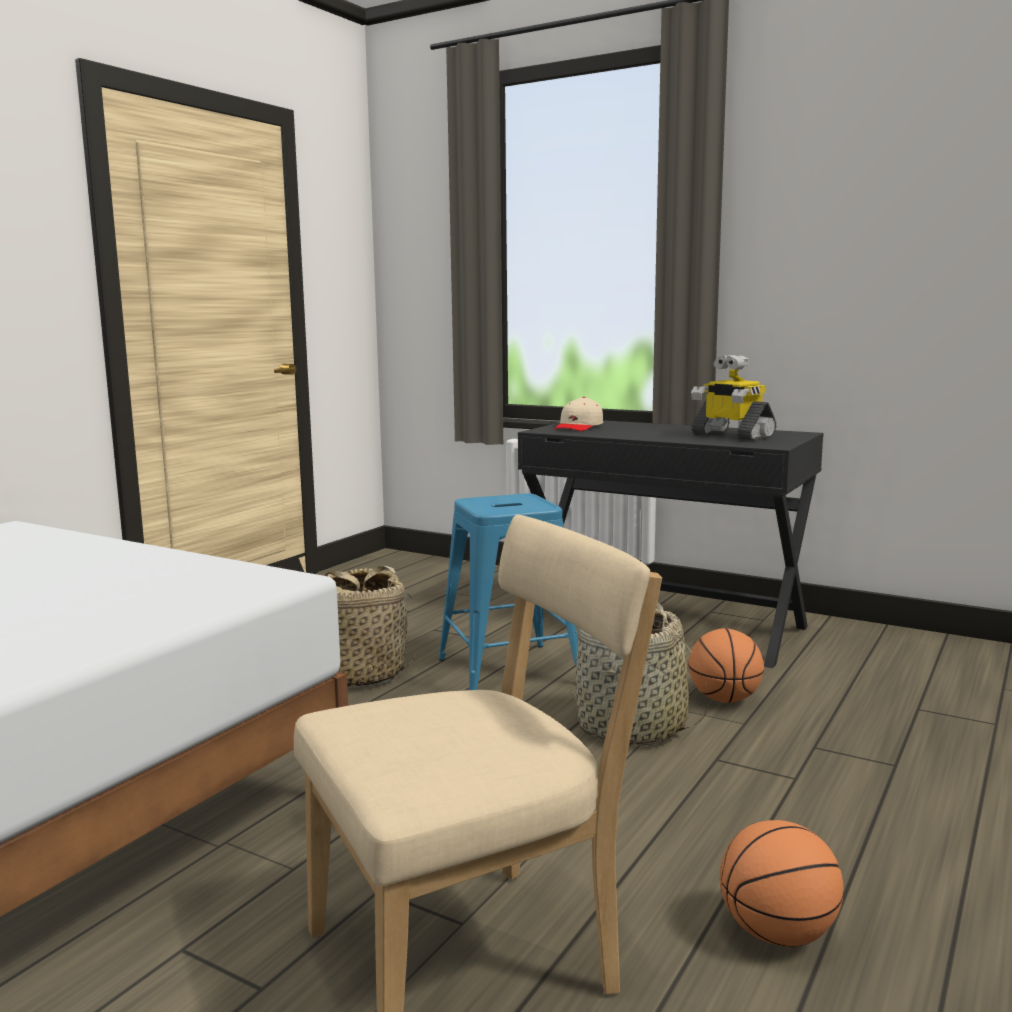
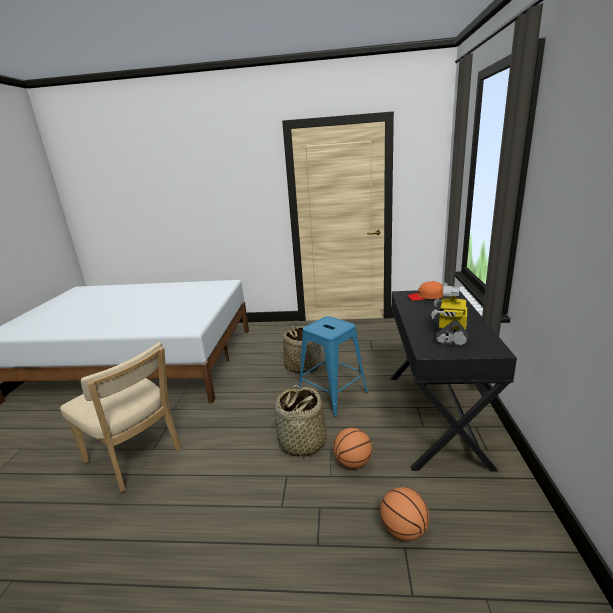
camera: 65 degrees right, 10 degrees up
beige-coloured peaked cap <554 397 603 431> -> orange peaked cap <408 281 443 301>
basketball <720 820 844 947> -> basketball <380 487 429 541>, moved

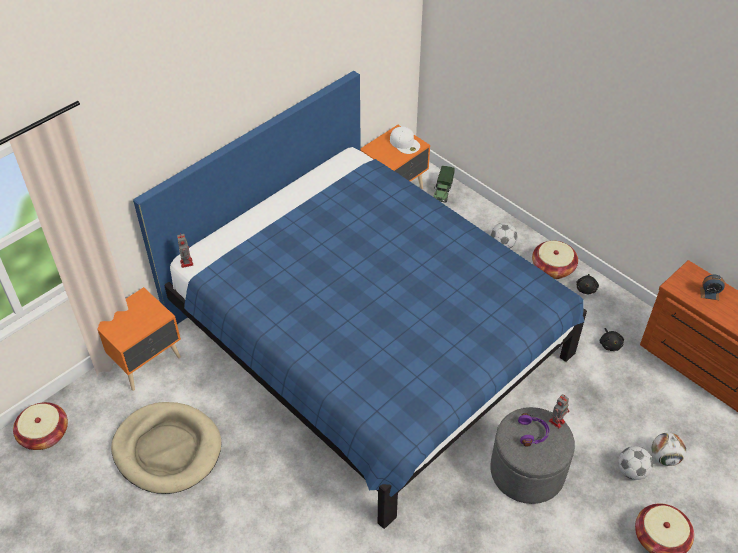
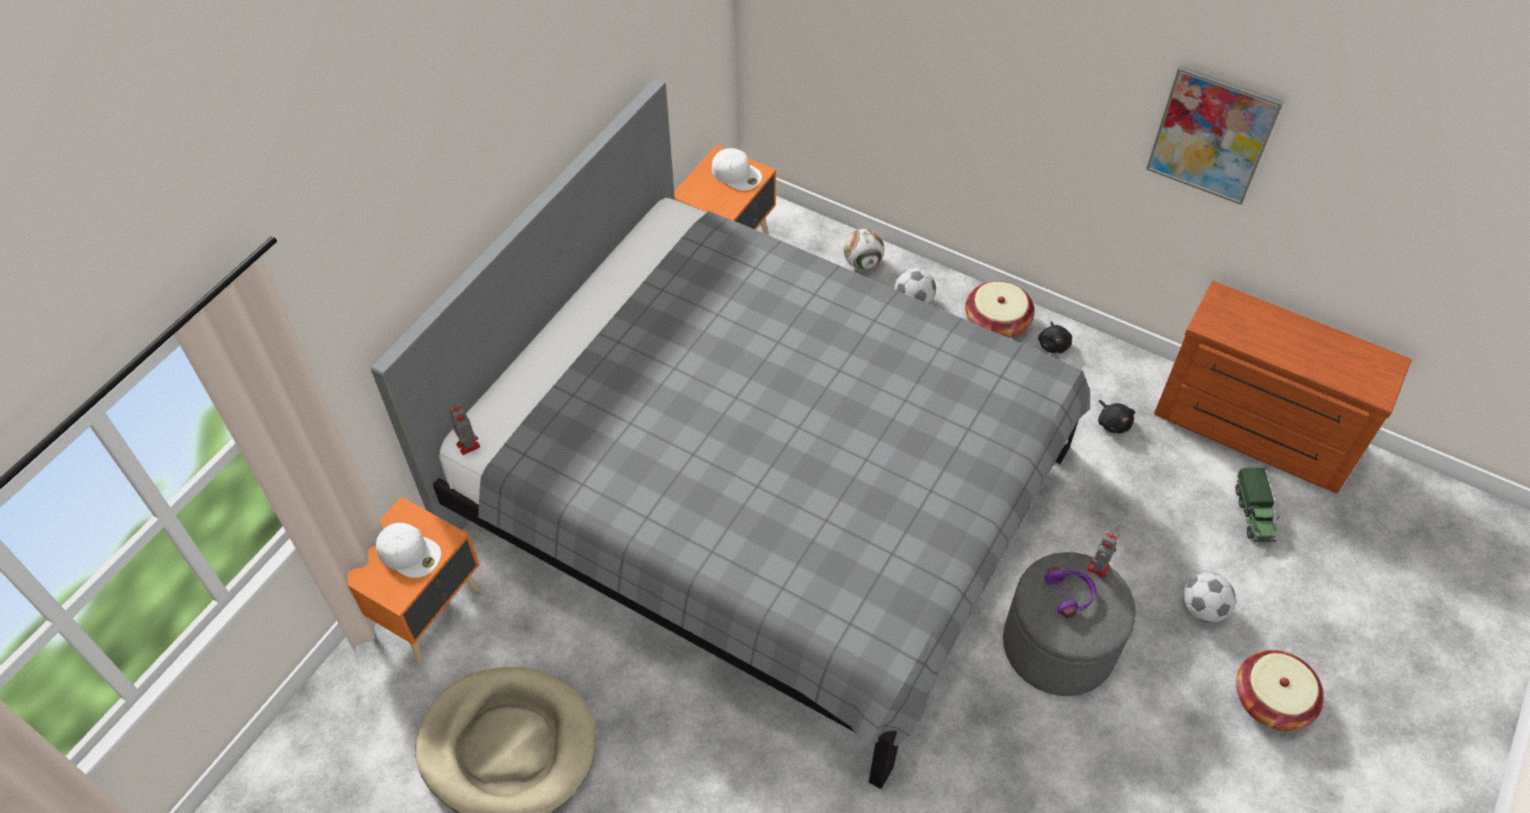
camera: 15 degrees left, 5 degrees up
blue-coloured sleeping bed <133 71 587 529> -> greyish sleeping bed <371 79 1090 789>
toy lorry <434 166 455 203> -> toy lorry <1236 468 1279 542>, moved
bedside clock <700 275 725 300> -> none
basket <13 402 68 450> -> none
football ball <652 432 686 466> -> football ball <844 229 884 270>, moved
none -> wall picture <1146 65 1284 205>
none -> whitish peaked cap <376 523 441 578>

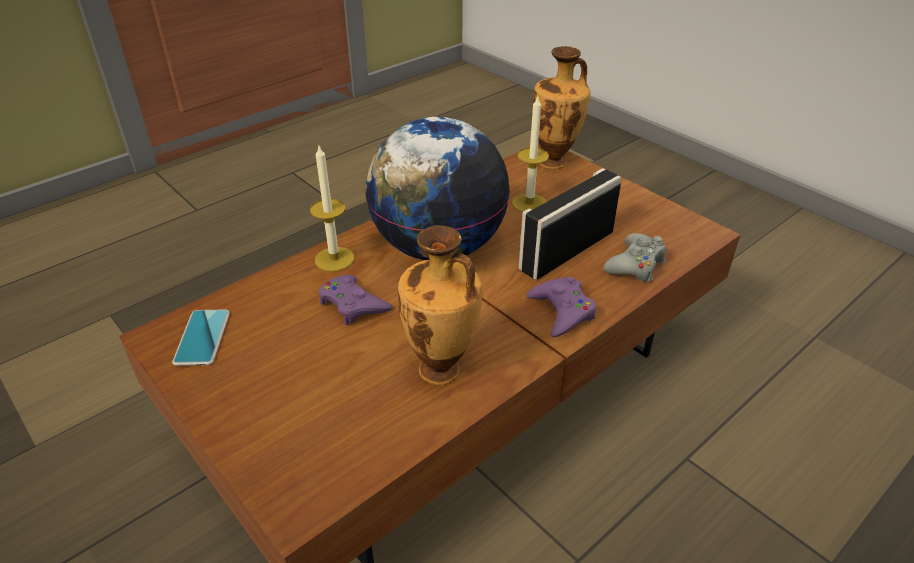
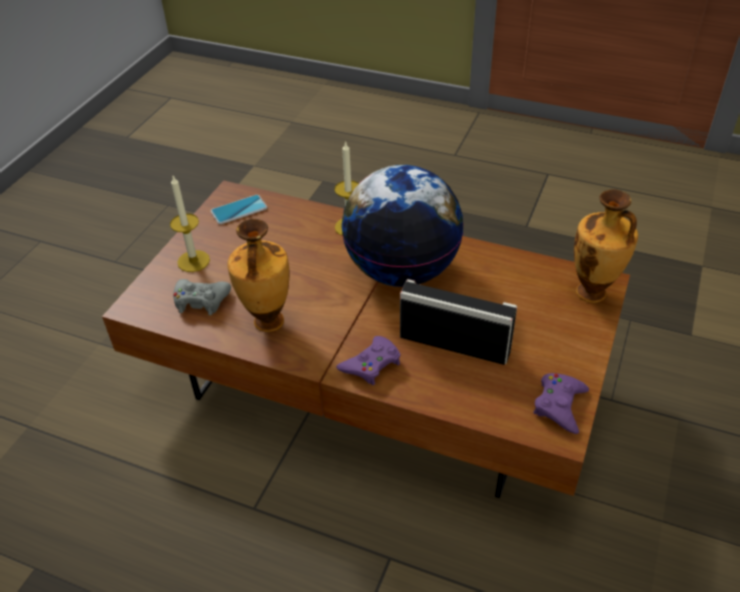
camera: 65 degrees right, 5 degrees up
candle <512 97 549 212> -> candle <170 176 210 272>, moved
greyish gamepad <603 233 667 282> -> greyish gamepad <173 279 231 315>, moved
purple-coloured gamepad <319 275 393 325> -> purple-coloured gamepad <533 373 589 434>, moved

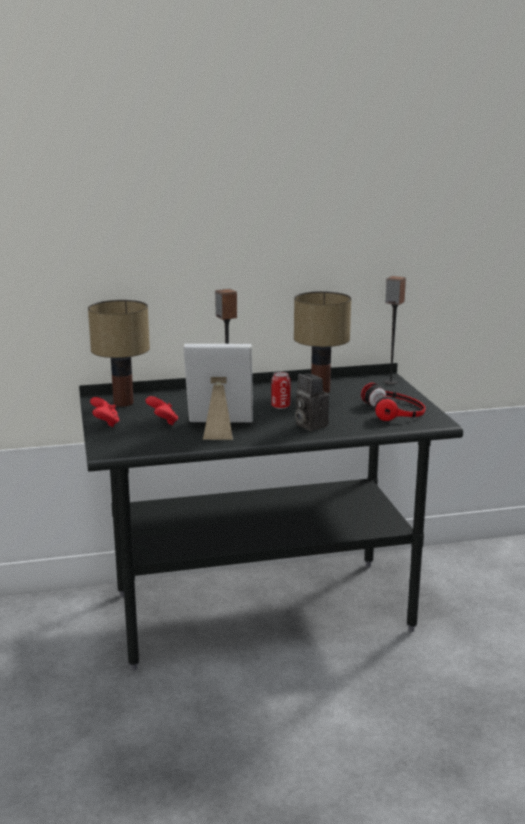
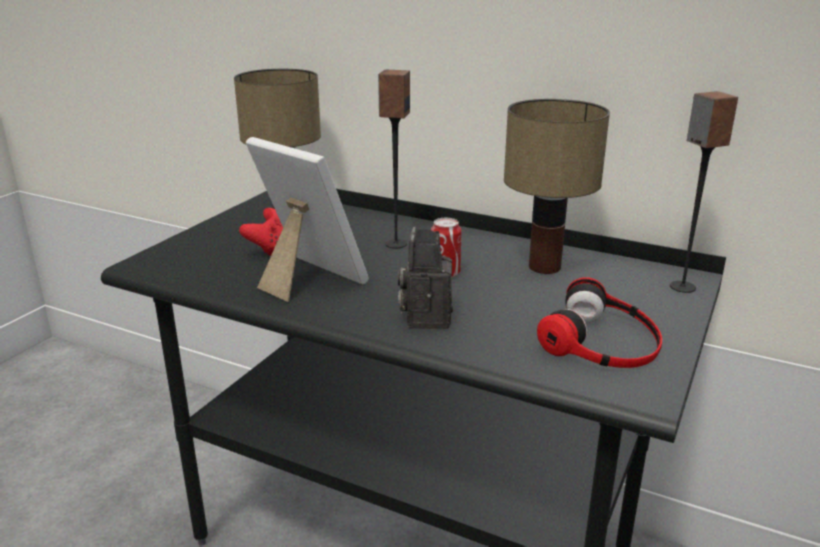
camera: 40 degrees right, 5 degrees up
red gamepad <90 397 119 427> -> none

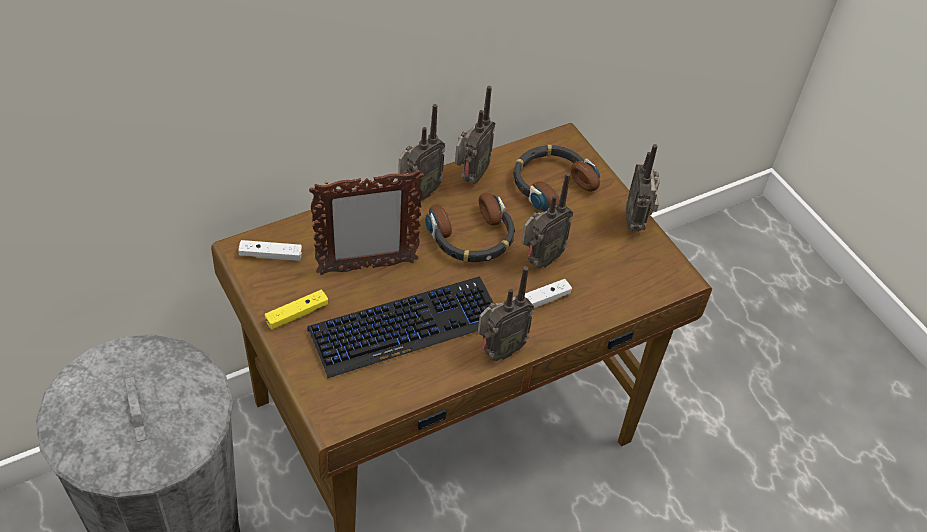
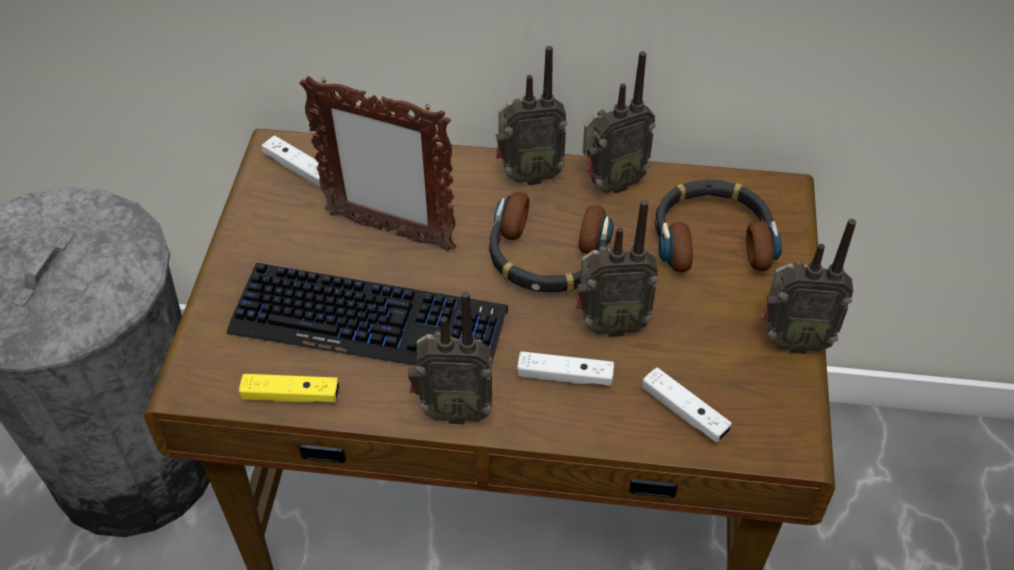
camera: 40 degrees right, 0 degrees up
radio set <626 144 660 231> -> radio set <762 219 856 354>, 120 degrees counterclockwise
yellow-coloured gamepad <265 290 328 329> -> yellow-coloured gamepad <239 374 339 402>, moved
none -> whitish gamepad <642 367 732 442>

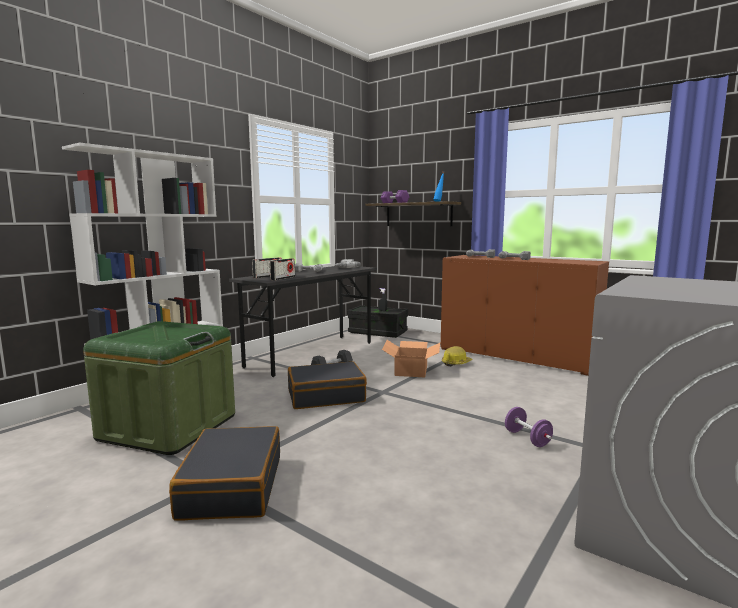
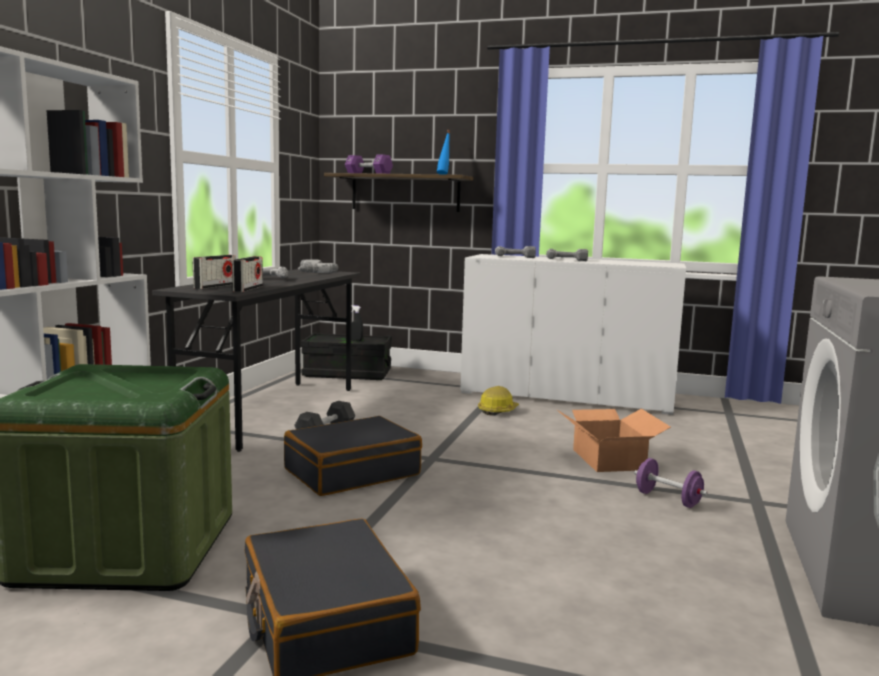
camera: 20 degrees left, 0 degrees up
brown-coloured cupboard <441 255 609 376> -> whitish cupboard <460 254 686 415>
packing box <382 340 440 377> -> packing box <556 409 671 472>, moved

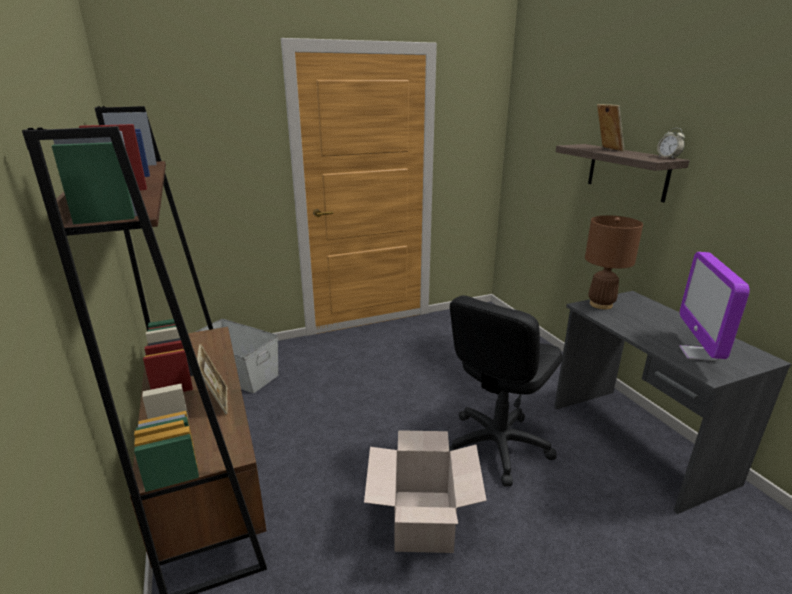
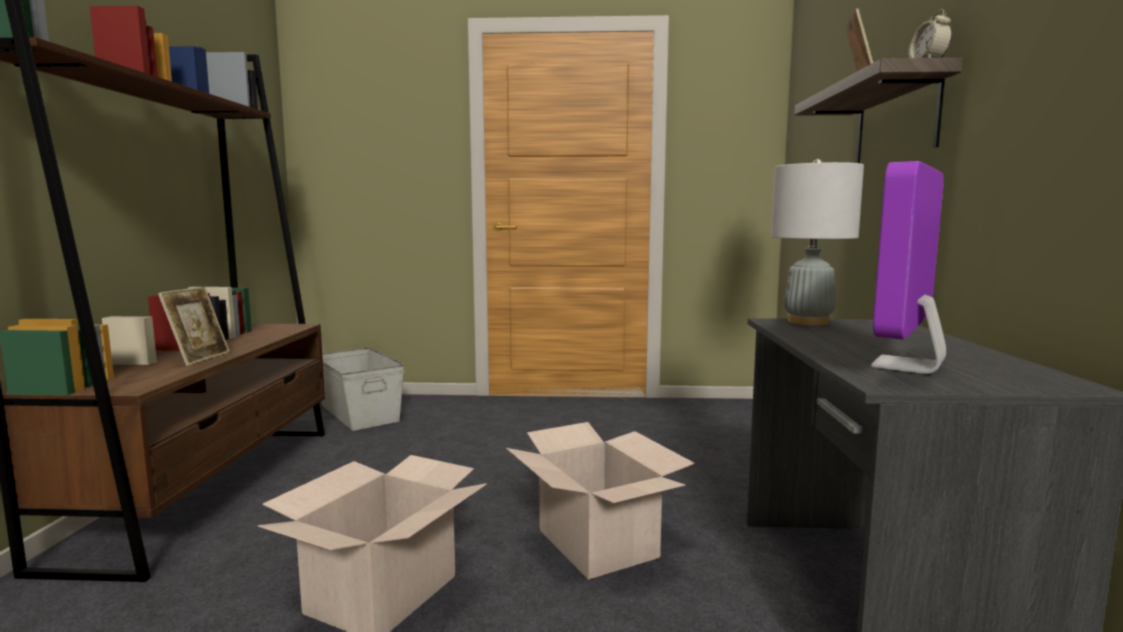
camera: 25 degrees right, 15 degrees down
brown-coloured table lamp <585 215 643 309> -> greyish table lamp <771 159 864 326>
black office chair <449 295 562 486> -> packing box <506 422 695 580>

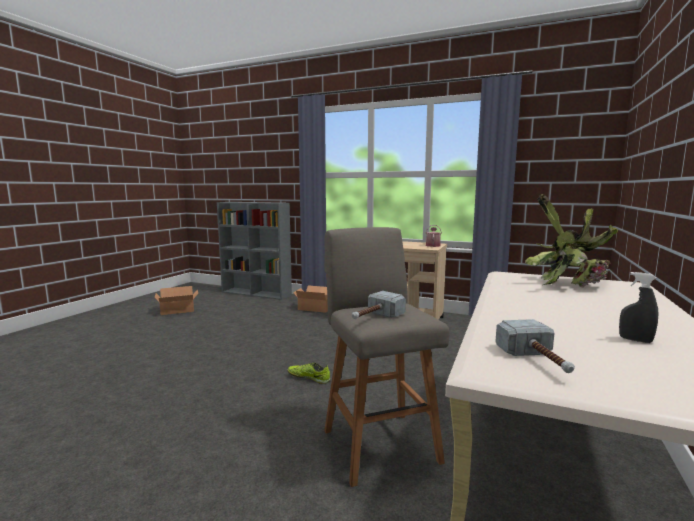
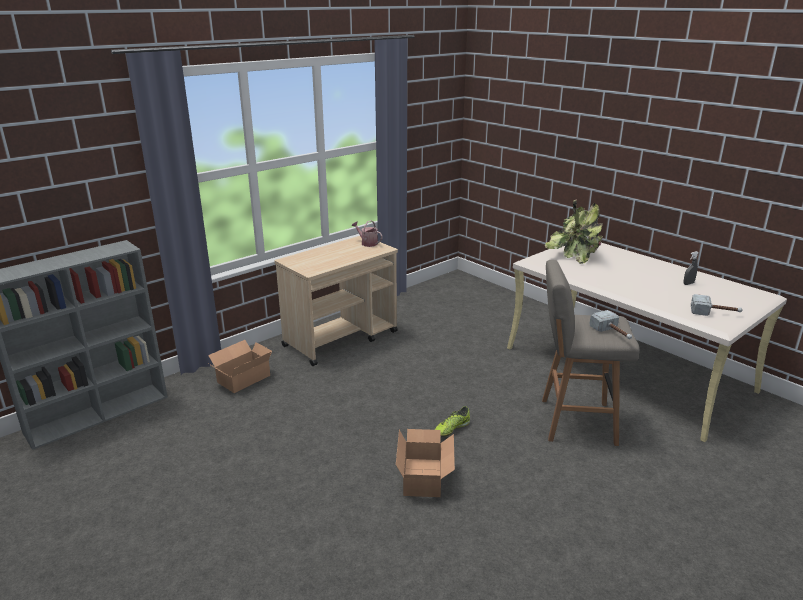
camera: 65 degrees left, 15 degrees up
packing box <155 286 198 315> -> packing box <396 429 455 497>, moved

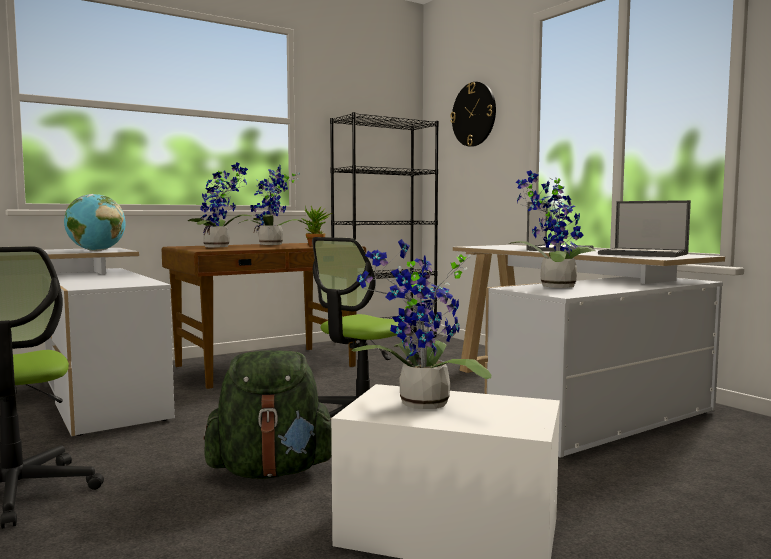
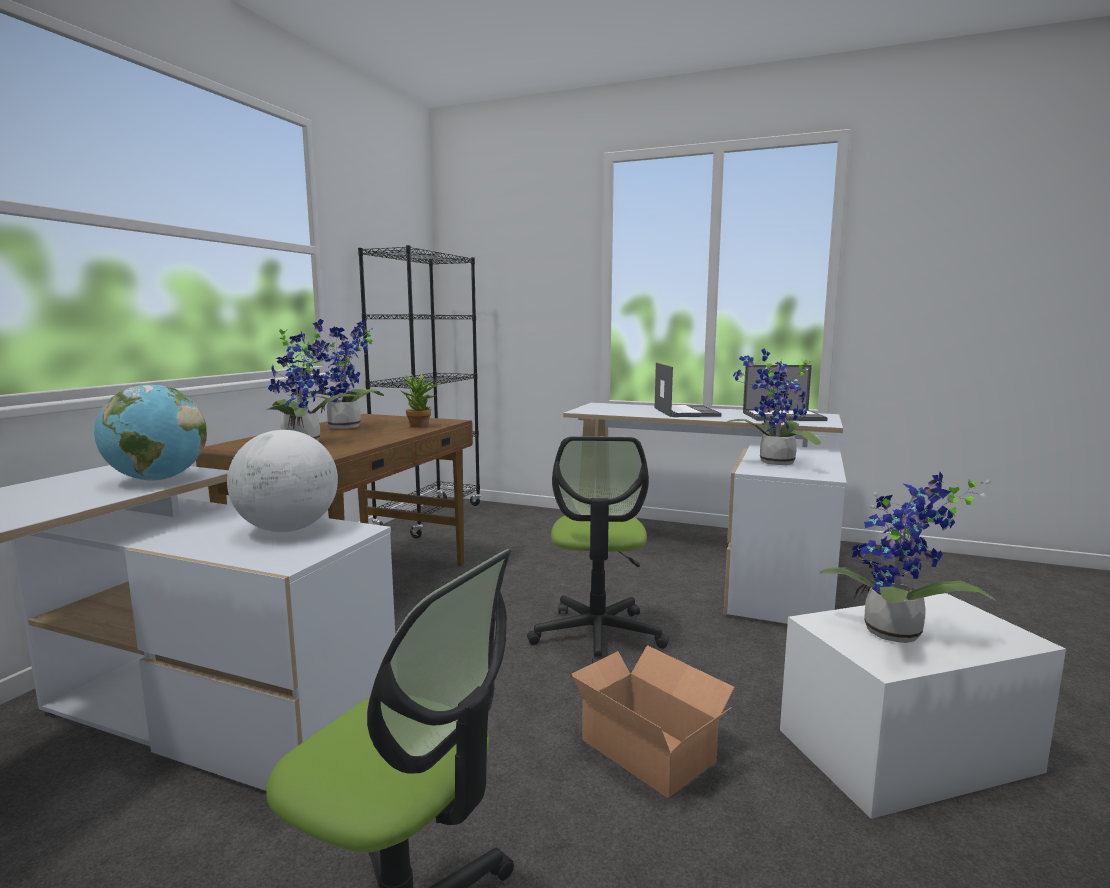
camera: 35 degrees left, 5 degrees up
clock on the wall <450 82 496 147> -> none
greenish knapsack <203 350 332 479> -> packing box <572 645 735 798>
none -> globe <227 430 338 532>

